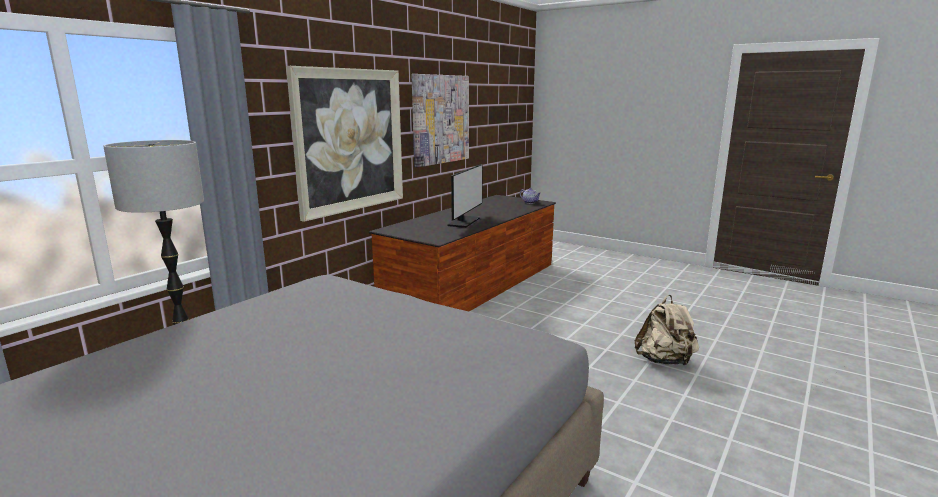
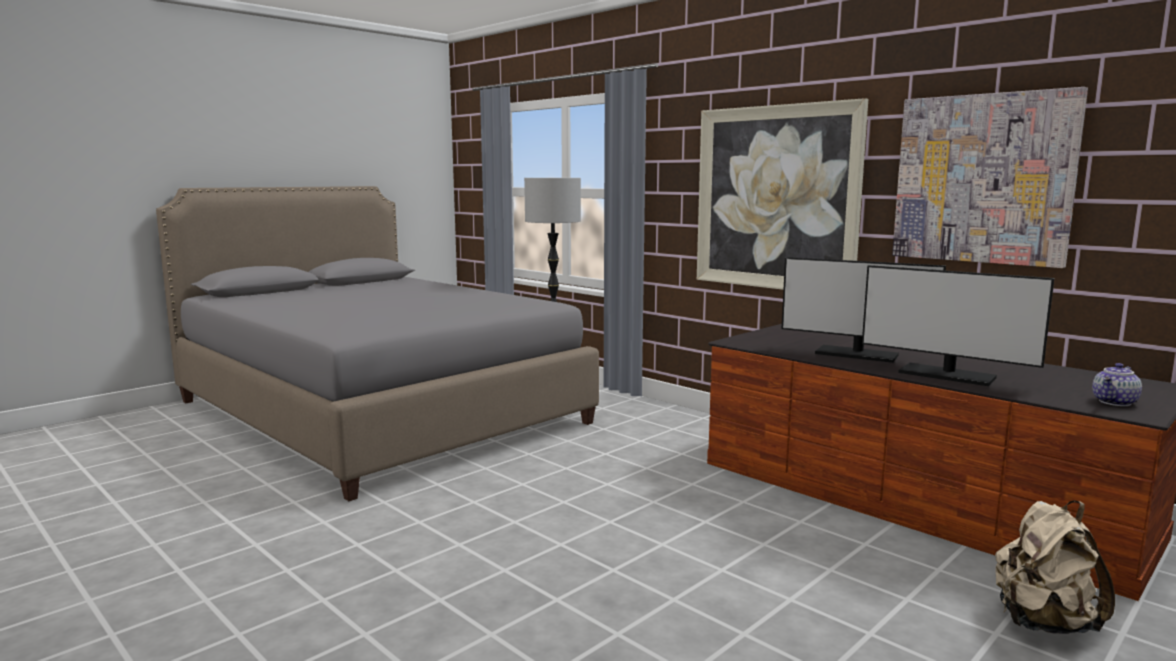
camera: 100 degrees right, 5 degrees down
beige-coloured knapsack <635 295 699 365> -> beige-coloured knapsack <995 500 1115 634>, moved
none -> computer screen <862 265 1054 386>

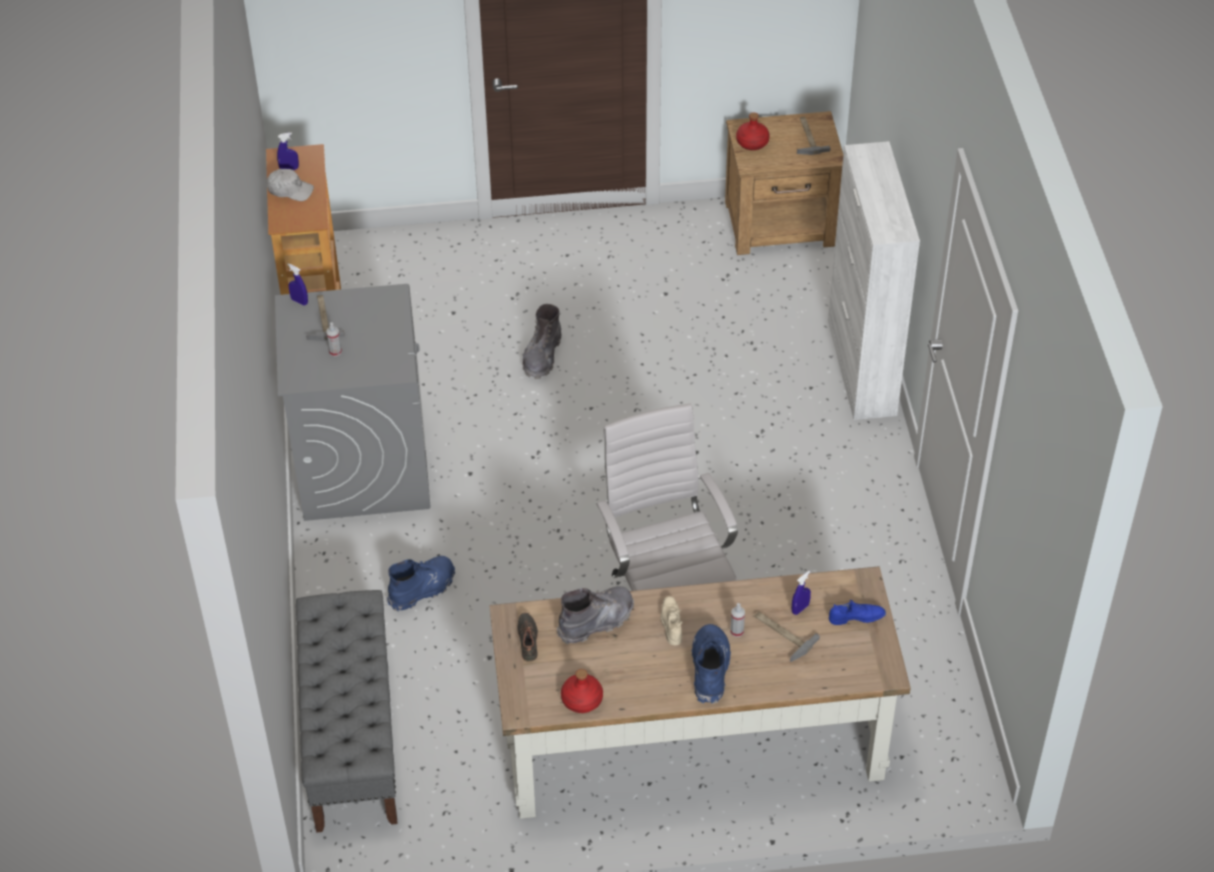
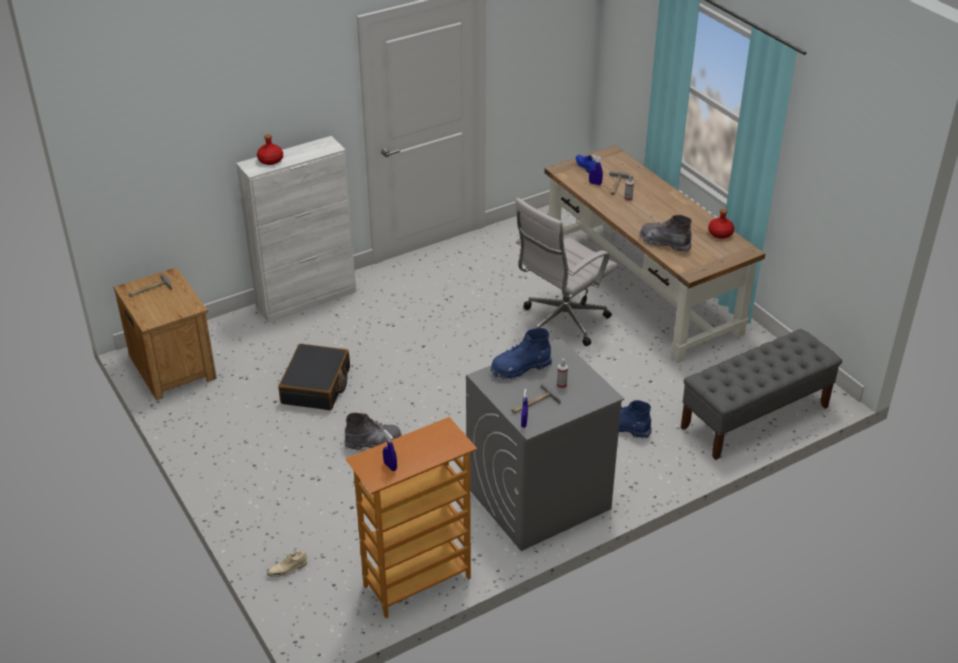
camera: 115 degrees left, 10 degrees down
red bottle <736 113 770 150> -> red bottle <257 134 283 165>, moved
whitish peaked cap <267 169 314 201> -> none
beige-coloured shoe <661 596 683 645> -> beige-coloured shoe <267 550 307 577>, moved
black shoe <518 613 538 661> -> none
blue-coloured boot <692 624 731 704> -> blue-coloured boot <491 328 552 380>, moved
none -> black suitcase <278 344 350 410>

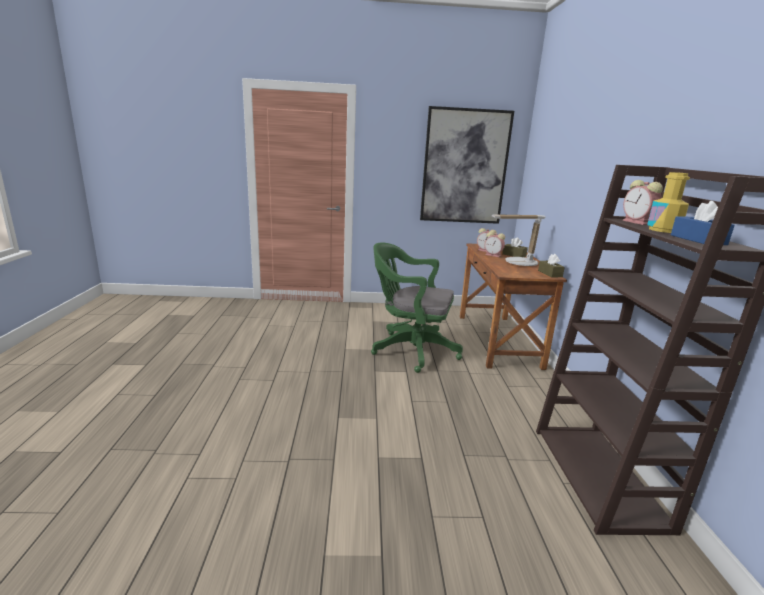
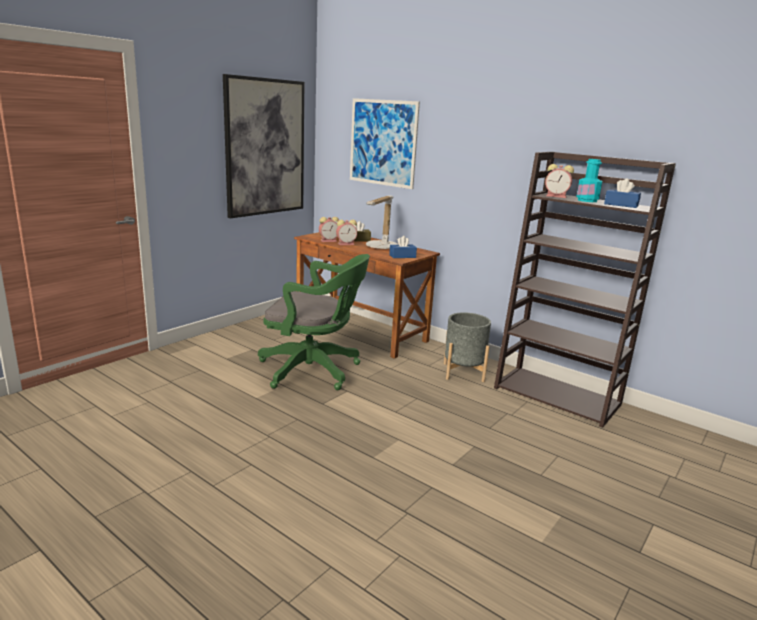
camera: 50 degrees left, 0 degrees up
yellow-coloured bottle <647 172 690 233> -> blue-green bottle <577 159 602 202>
greenish office chair <371 243 463 373> -> greenish office chair <258 254 370 390>, 135 degrees counterclockwise
brown-coloured tissue holder <538 254 565 278> -> none
none -> wall picture <350 98 420 189>
none -> blue-coloured tissue holder <389 236 417 258>
none -> greyish plant pot <444 312 491 382>

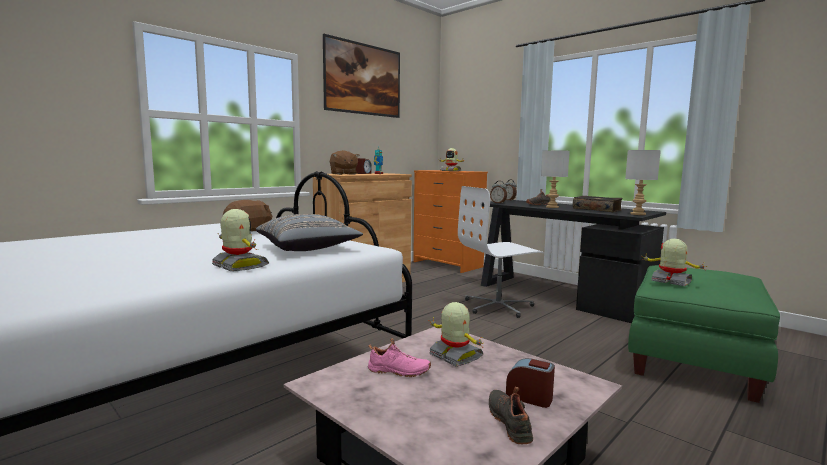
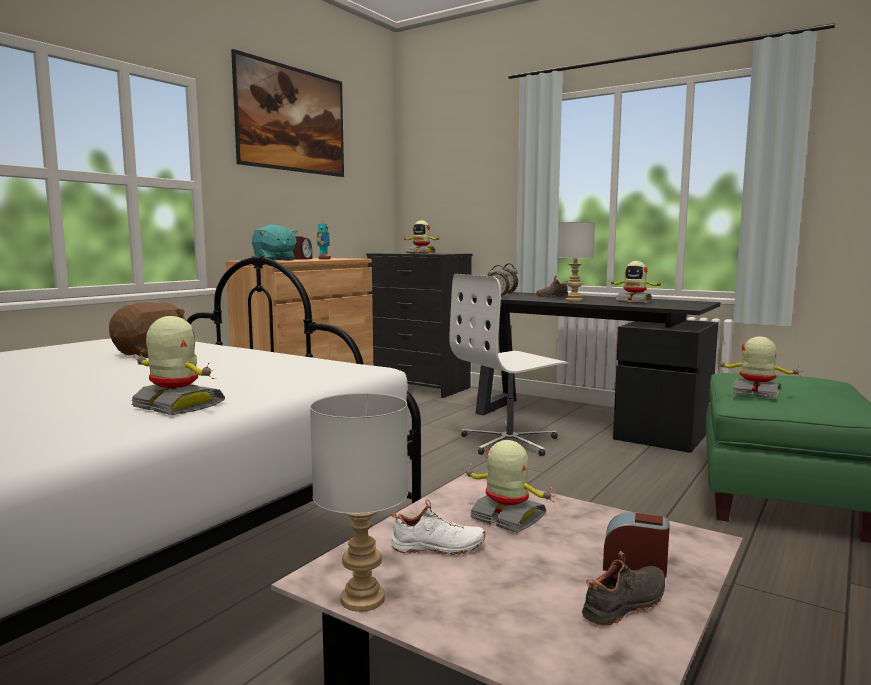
camera: 10 degrees left, 0 degrees up
brown-coloured soft toy <330 150 359 175> -> blue-green soft toy <252 225 298 261>
greyish table lamp <625 150 661 215> -> greyish table lamp <310 393 408 612>, moved
orange chest of drawers <413 170 488 273> -> black chest of drawers <366 253 473 398>
volume <573 196 623 212> -> toy robot <608 261 664 303>
greyish throw pillow <256 214 363 251> -> none
pink-coloured shoe <368 338 431 377> -> whitish shoe <391 499 485 555>
black shoe <489 387 533 444> -> black shoe <582 551 665 626>, 75 degrees clockwise

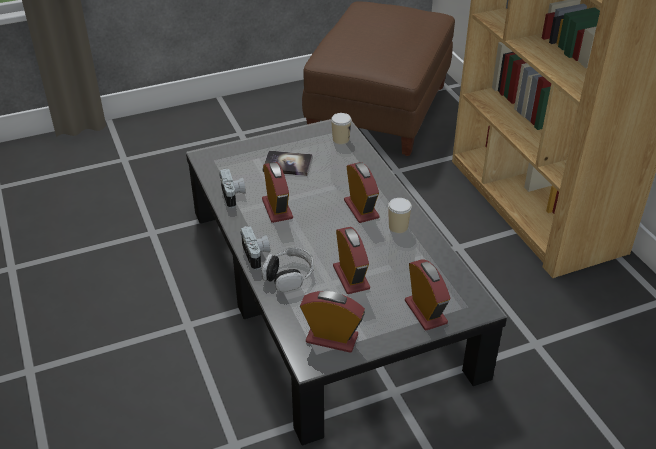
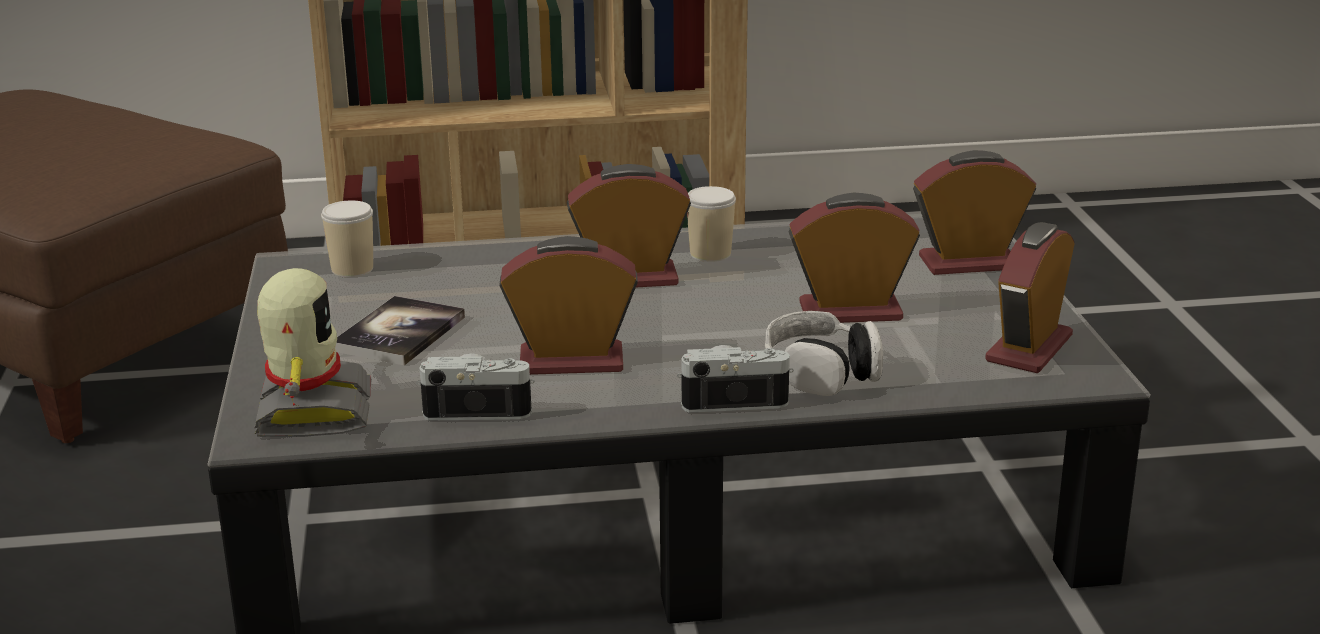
camera: 75 degrees left, 15 degrees down
none -> toy robot <254 268 372 437>

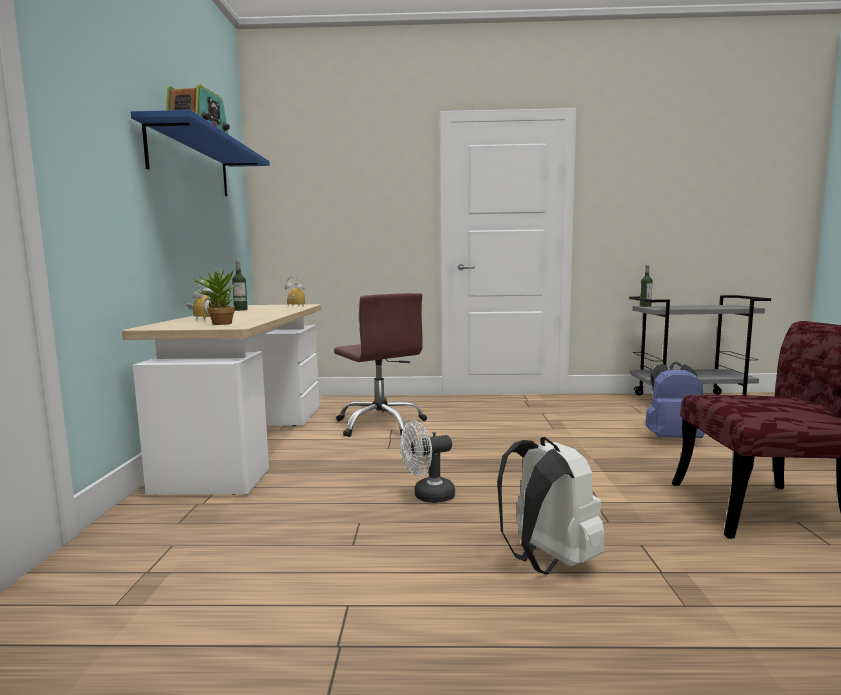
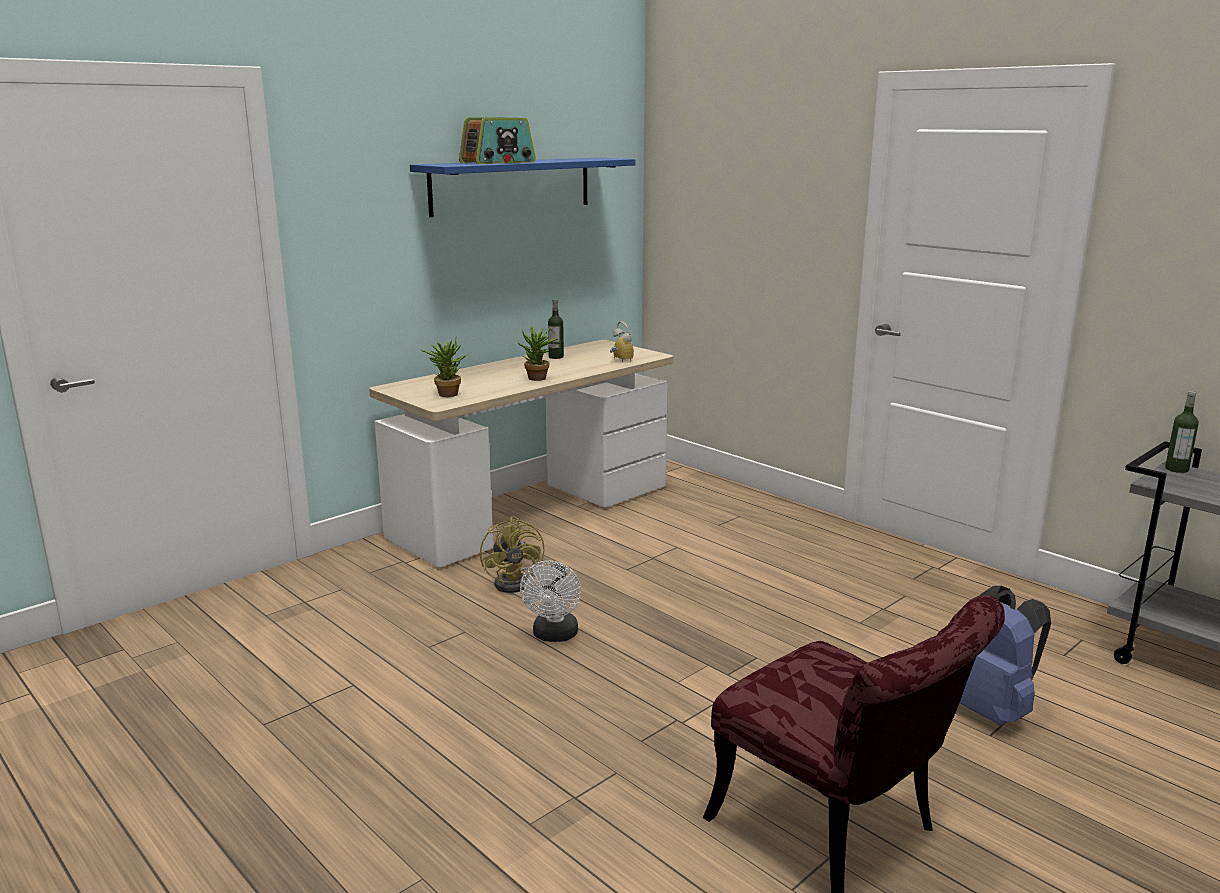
camera: 45 degrees right, 10 degrees up
bedside clock <186 280 213 320> -> none
brown-coloured office chair <334 293 427 437> -> none
whitish fan <400 421 455 503> -> whitish fan <520 561 581 642>, 105 degrees counterclockwise
whitish knapsack <497 437 605 575> -> none
none -> houseplant <518 326 558 381>
none -> yellow-coloured fan <480 516 545 593>

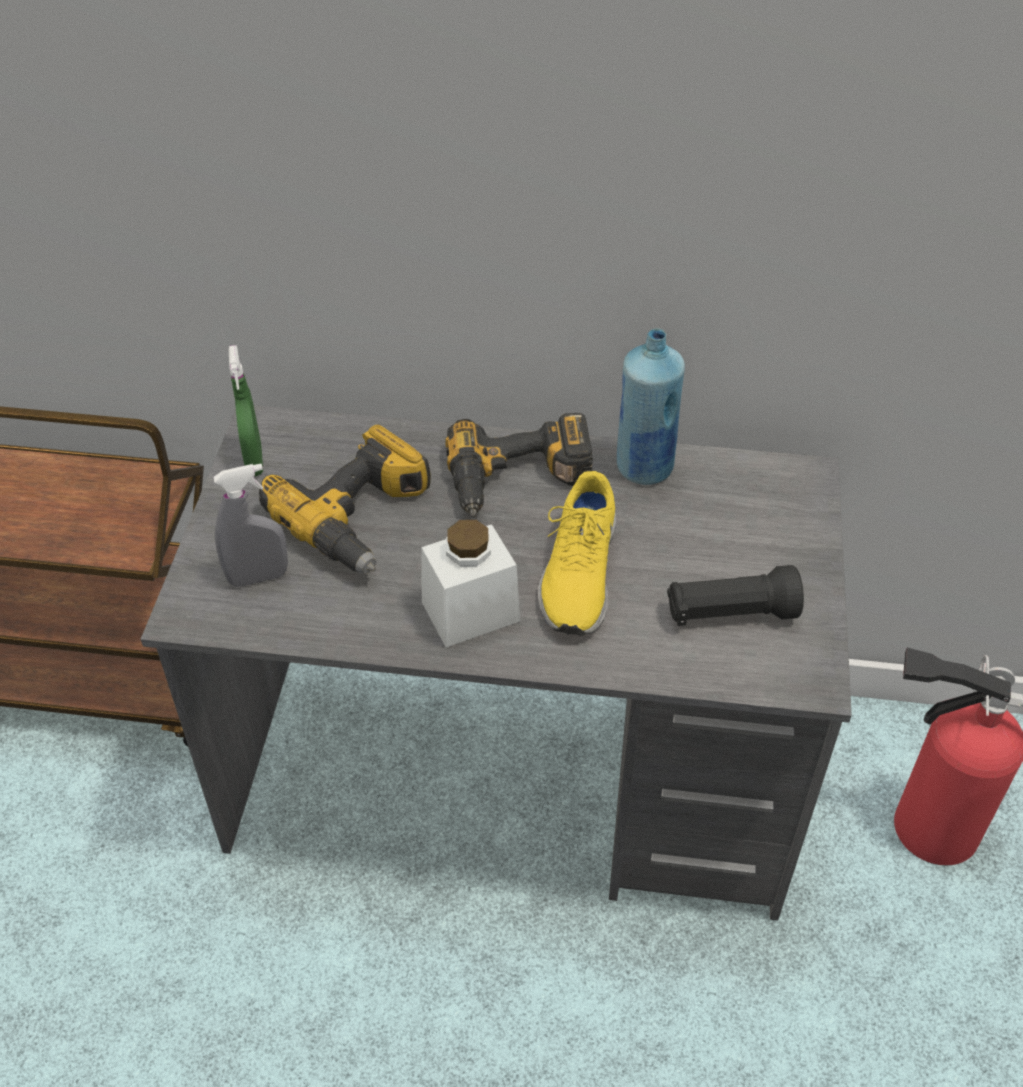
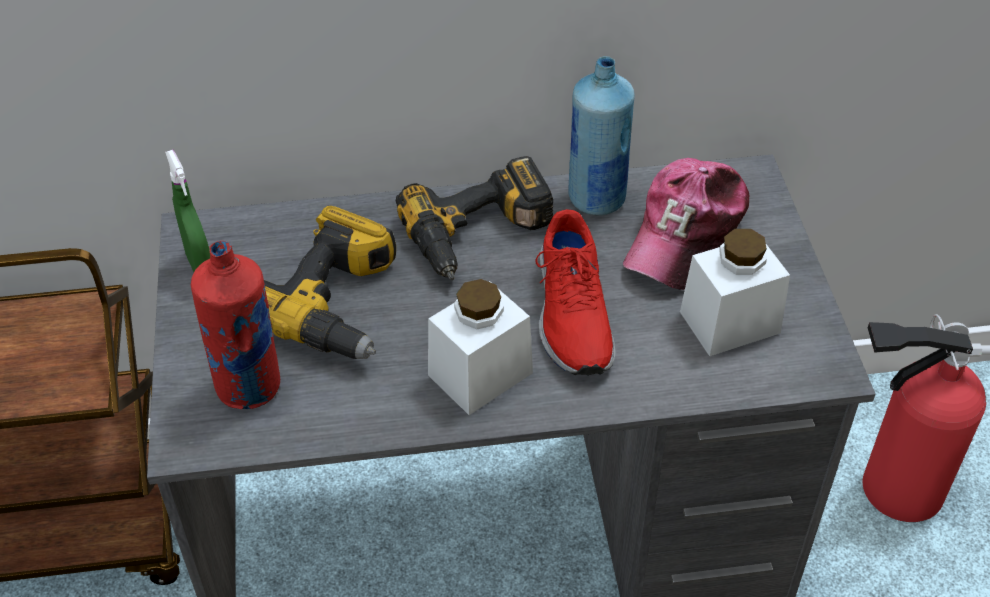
camera: 15 degrees left, 0 degrees up
greyish spray bottle <213 464 288 587> -> red bottle <191 241 280 409>
yellow-coloured shoe <538 471 616 636> -> red shoe <535 209 616 375>
black torch <667 565 804 626> -> whitish storage jar <680 229 790 356>
none -> peaked cap <623 158 749 290>

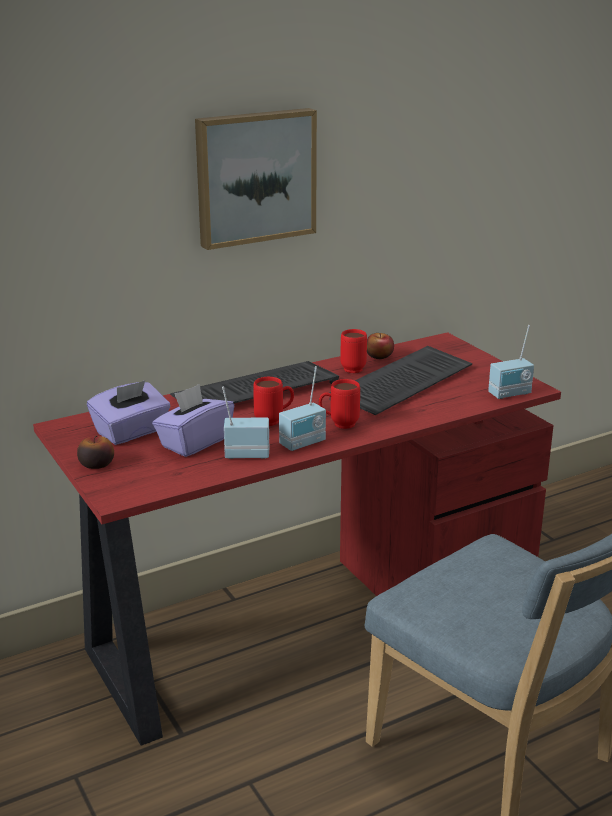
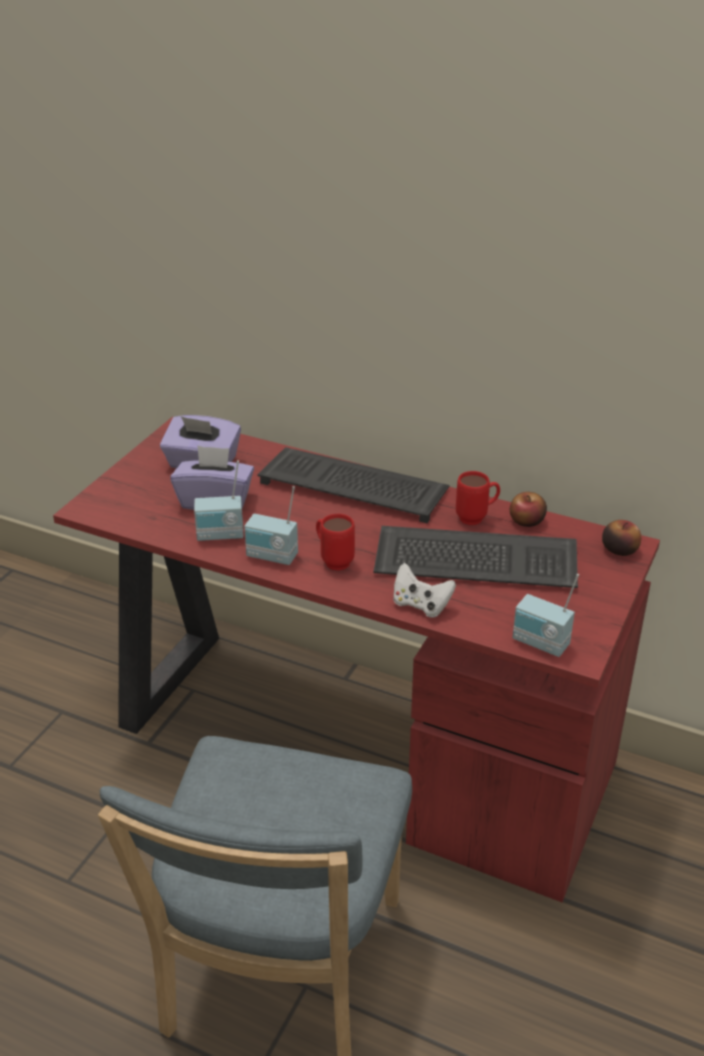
camera: 55 degrees right, 10 degrees up
wall picture <195 108 317 250> -> none
red mug <253 377 294 426> -> none
radio set <222 386 269 459> -> radio set <194 461 243 541>, 120 degrees clockwise
whole apple <77 435 114 469> -> whole apple <602 520 641 556>, moved
none -> whitish gamepad <393 563 456 618>

